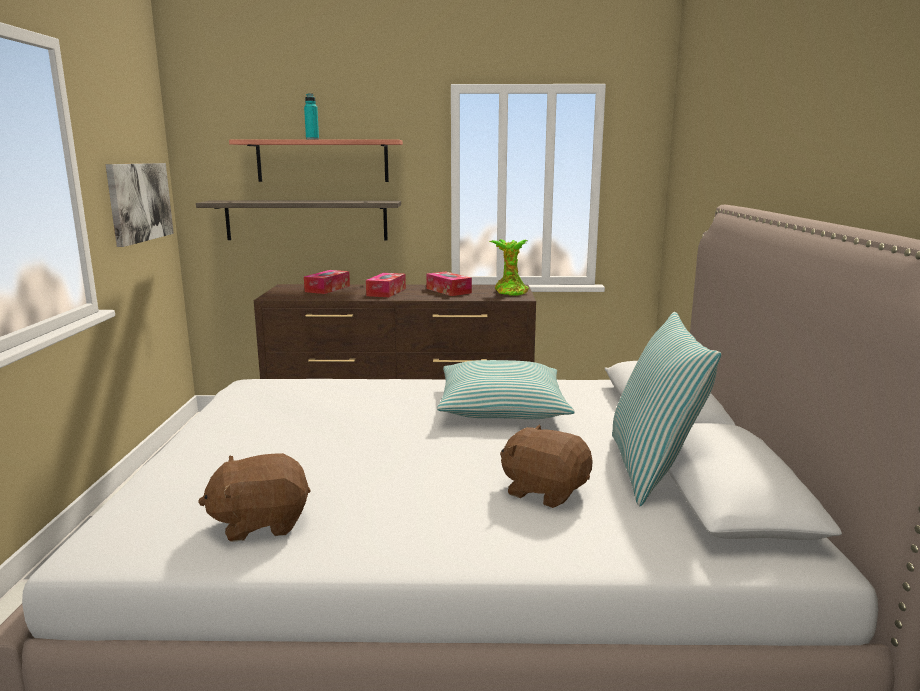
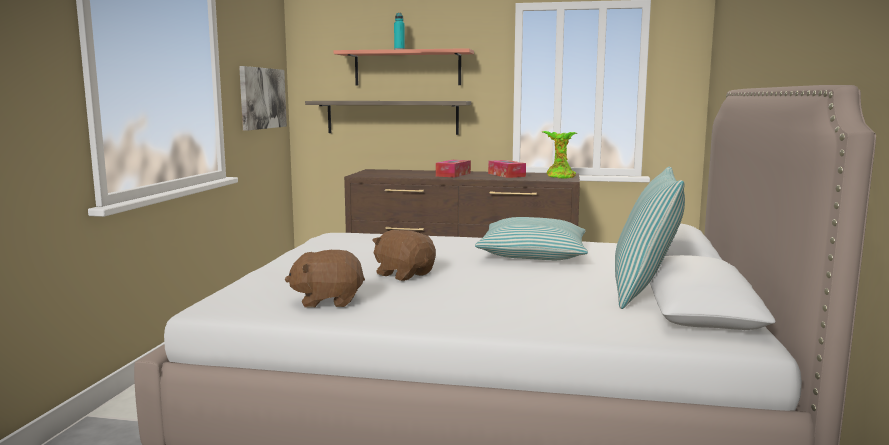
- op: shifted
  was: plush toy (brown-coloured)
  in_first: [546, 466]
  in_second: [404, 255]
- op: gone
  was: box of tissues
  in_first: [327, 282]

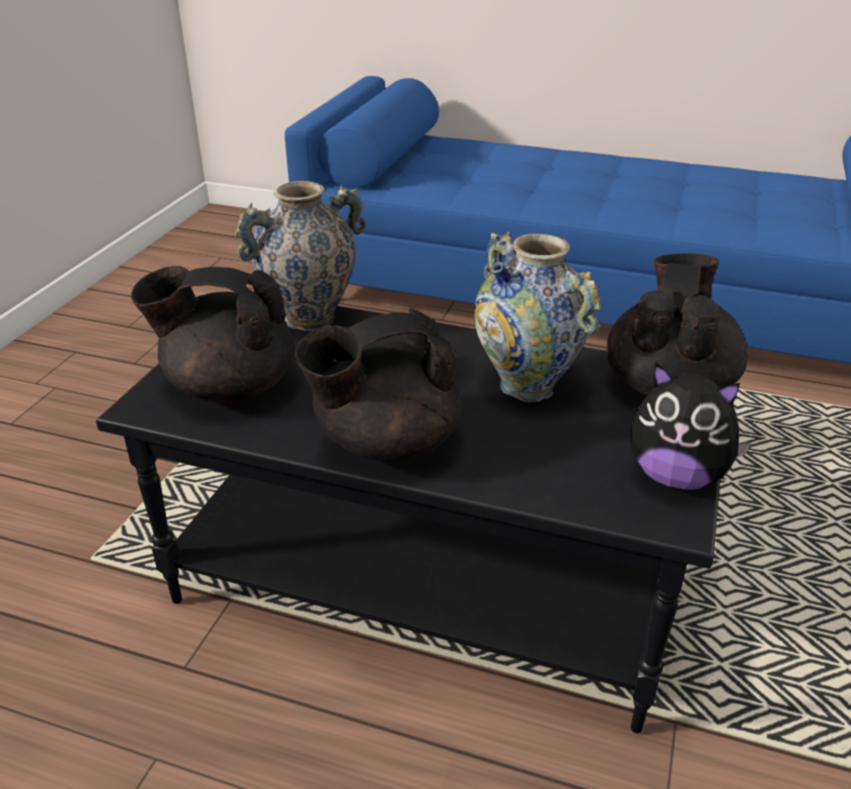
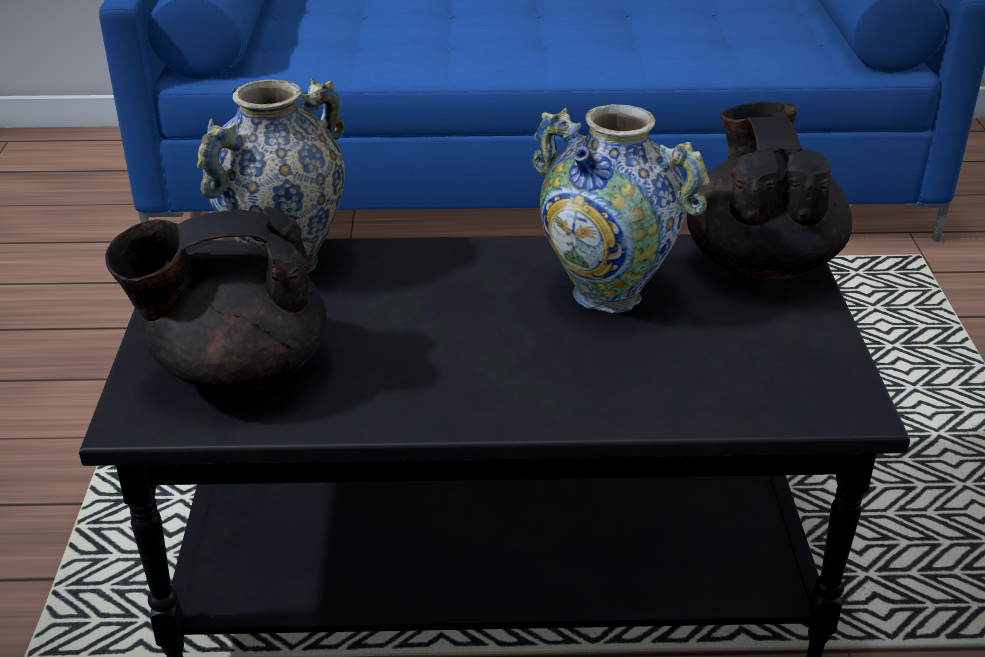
- op: gone
  was: teapot (blackish)
  in_first: [378, 385]
- op: gone
  was: plush toy
  in_first: [691, 426]

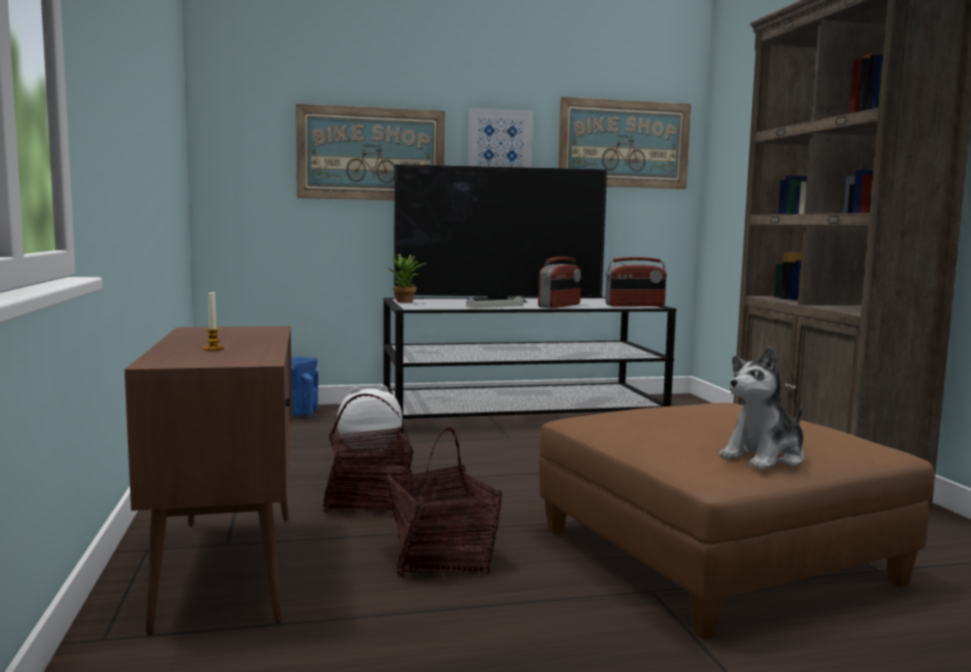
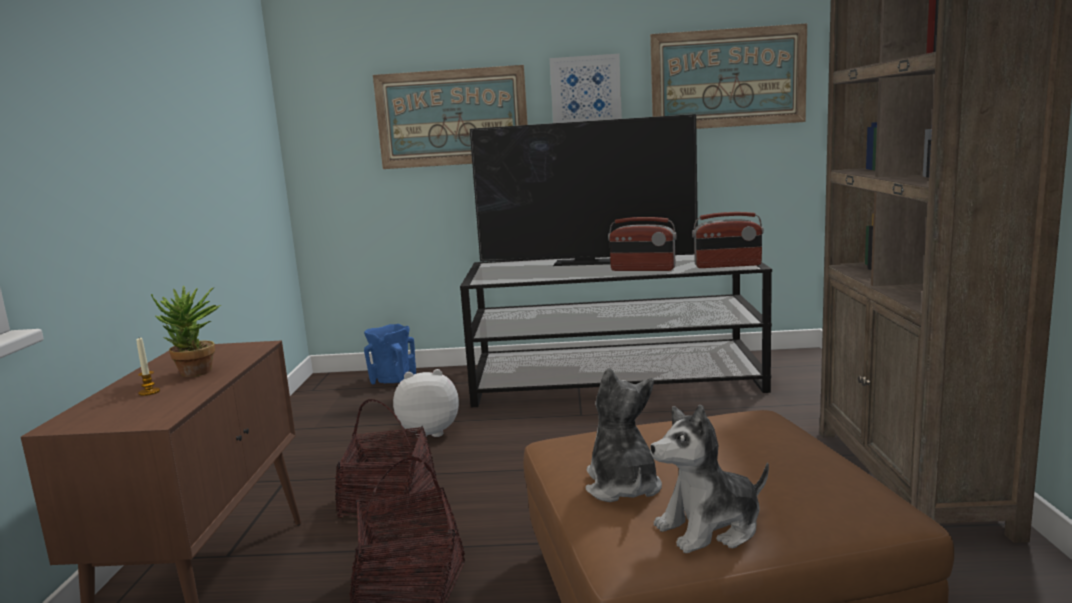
- op: shifted
  was: potted plant
  in_first: [407, 278]
  in_second: [186, 331]
- op: new
  now: plush toy
  in_second: [624, 435]
- op: rotated
  was: radio
  in_first: [559, 282]
  in_second: [642, 244]
  clockwise: 60
- op: gone
  was: carrying tray (greyish)
  in_first: [495, 302]

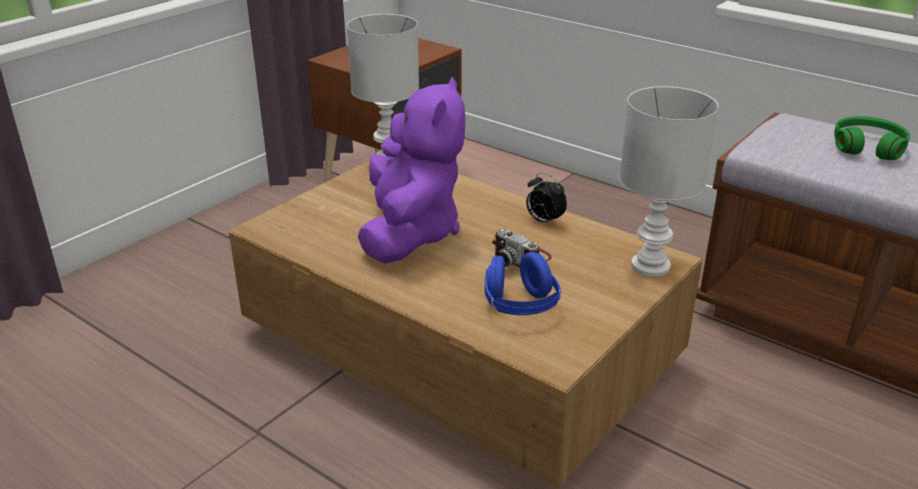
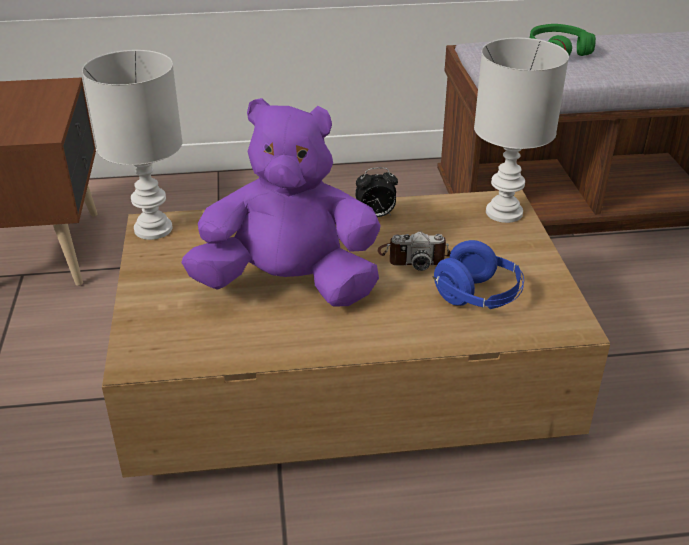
- op: rotated
  was: plush toy (purplish)
  in_first: [411, 170]
  in_second: [281, 202]
  clockwise: -45

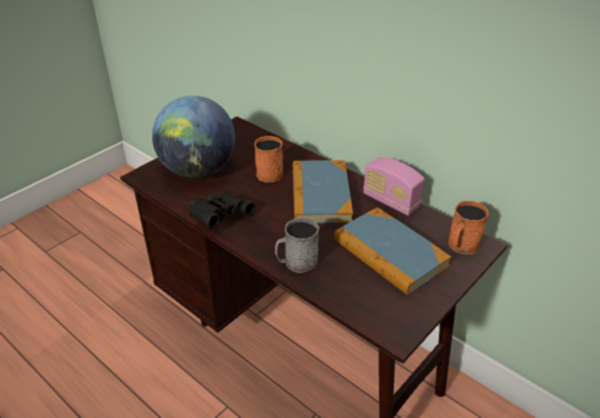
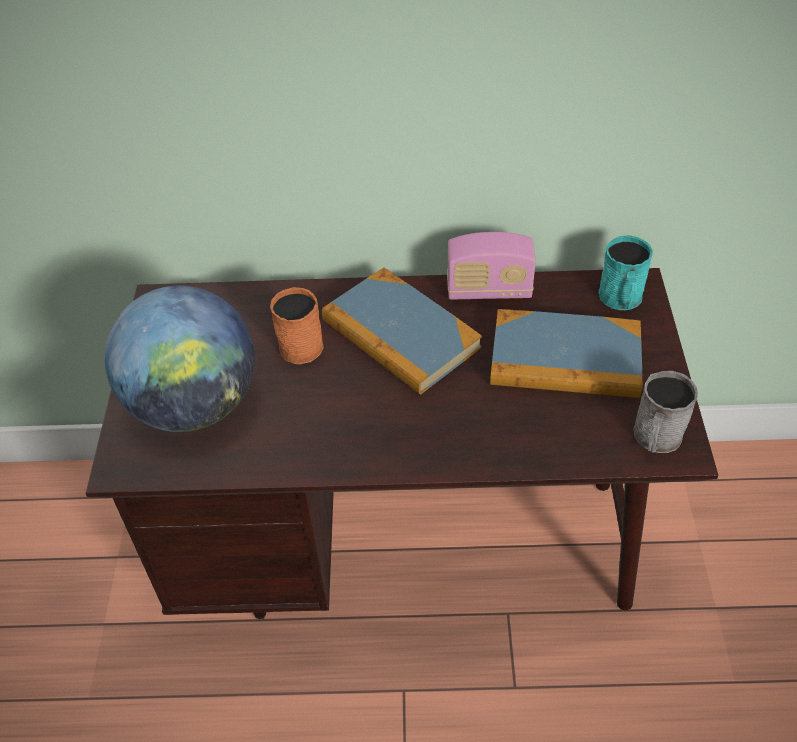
- op: repainted
  was: tea mug (orangey)
  now: tea mug (turquoise)
  in_first: [468, 227]
  in_second: [625, 272]
- op: shifted
  was: tea mug (greyish)
  in_first: [297, 245]
  in_second: [665, 412]
- op: gone
  was: pair of binoculars (blackish)
  in_first: [222, 210]

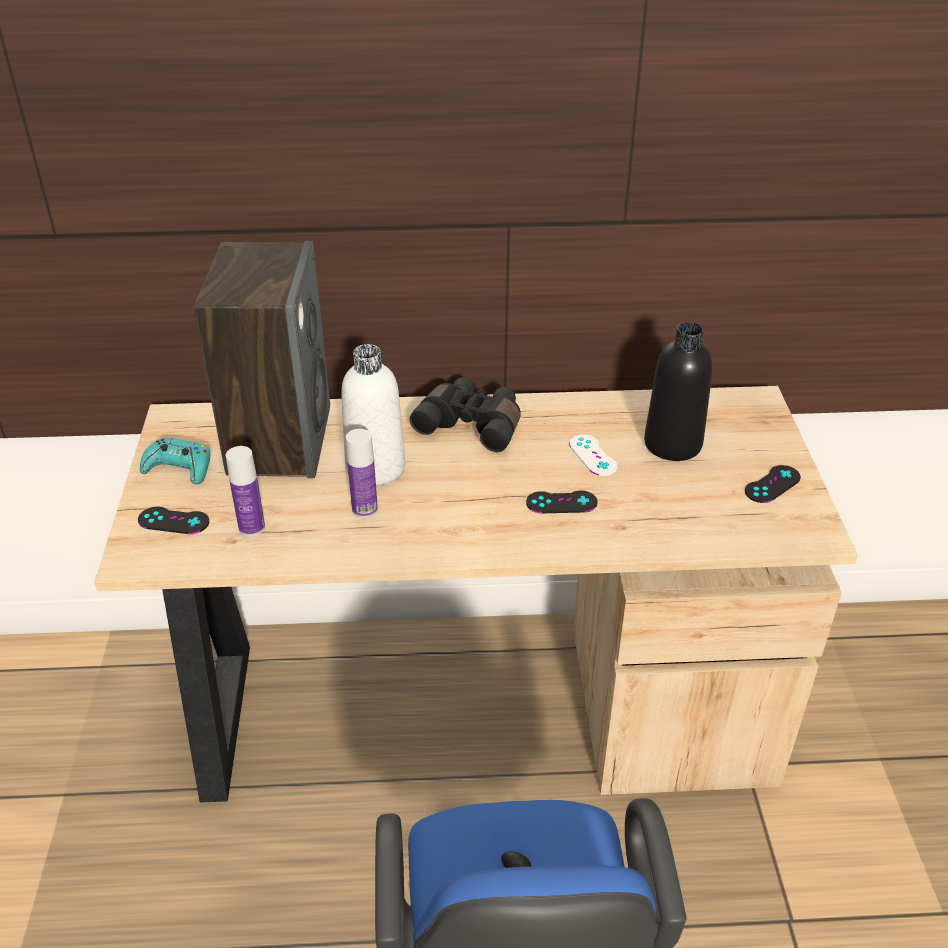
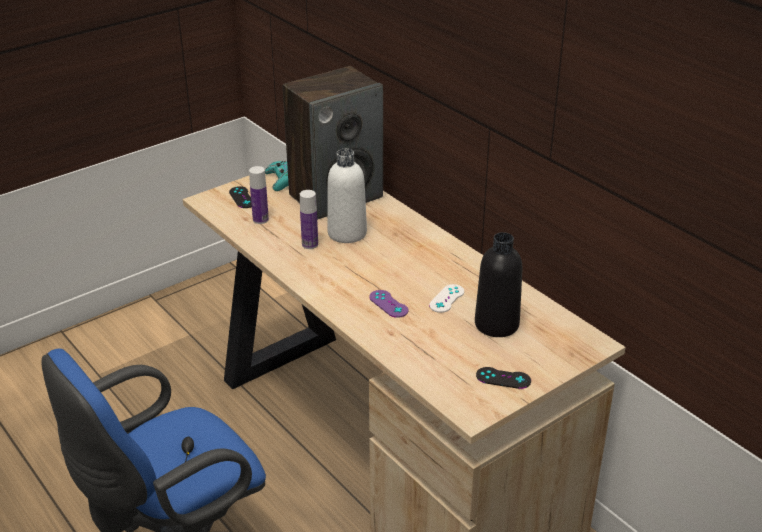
- op: repainted
  was: gamepad (blackish)
  now: gamepad (purplish)
  in_first: [561, 502]
  in_second: [388, 304]
- op: gone
  was: pair of binoculars (blackish)
  in_first: [465, 415]

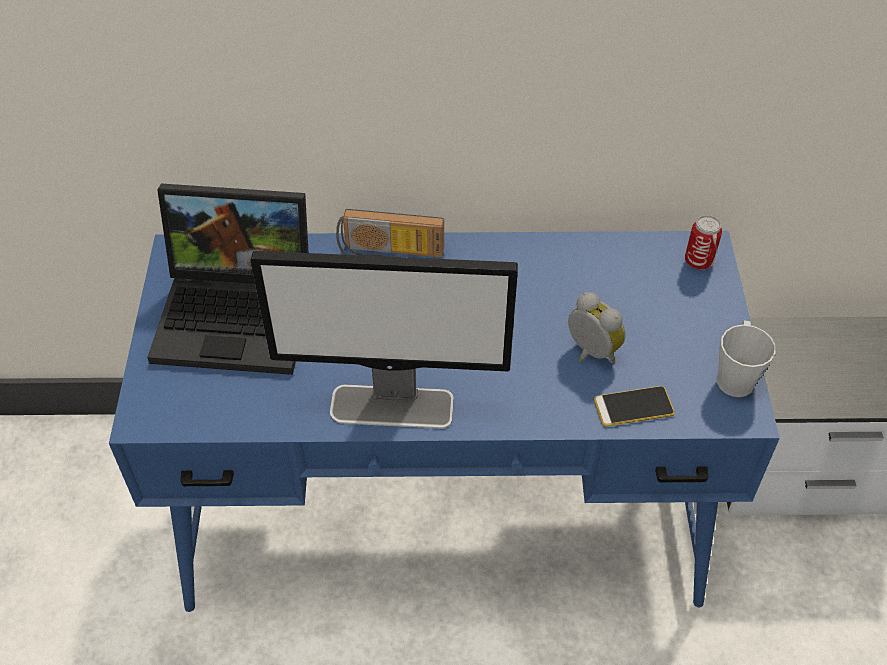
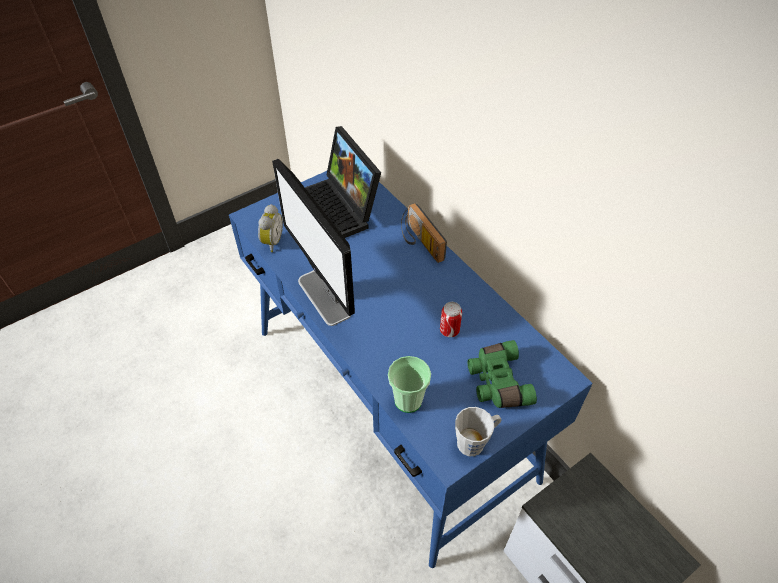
- op: shifted
  was: alarm clock
  in_first: [596, 327]
  in_second: [270, 228]
- op: swapped
  was: handset
  now: drinking cup
  in_first: [634, 406]
  in_second: [409, 384]
- op: shifted
  was: sealed can
  in_first: [703, 242]
  in_second: [451, 319]
- op: new
  now: pair of binoculars (greenish)
  in_second: [502, 374]

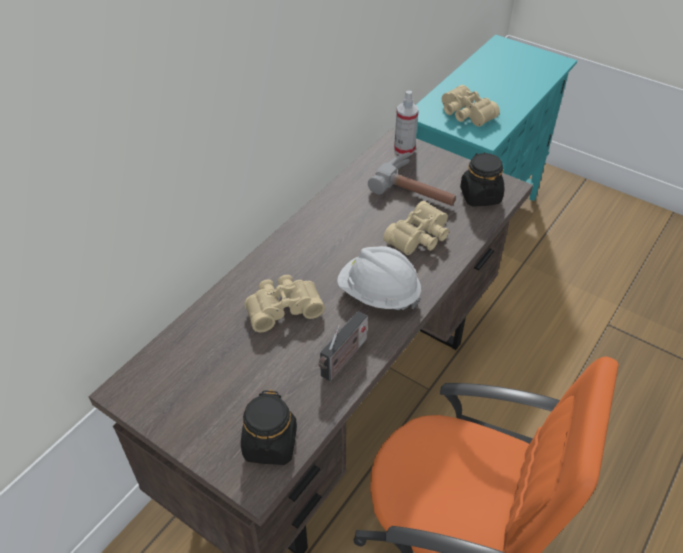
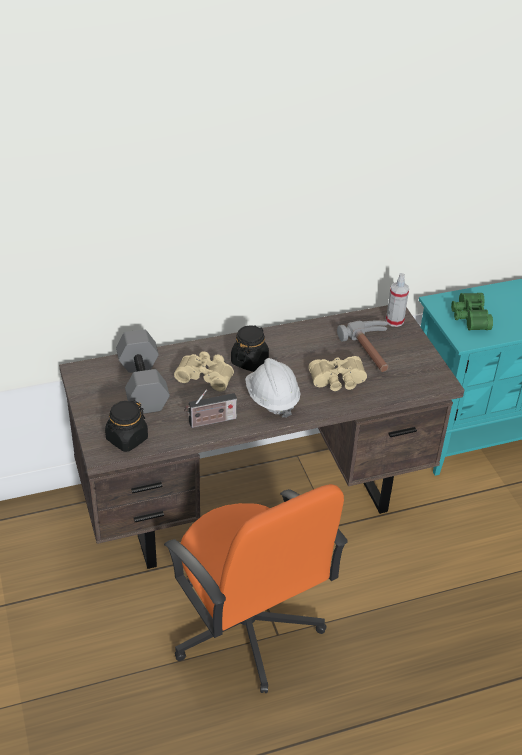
- op: new
  now: hand weight (greyish)
  in_second: [143, 371]
- op: shifted
  was: storage jar (blackish)
  in_first: [482, 179]
  in_second: [250, 348]
- op: repainted
  was: pair of binoculars (sand-coloured)
  now: pair of binoculars (greenish)
  in_first: [471, 106]
  in_second: [472, 312]

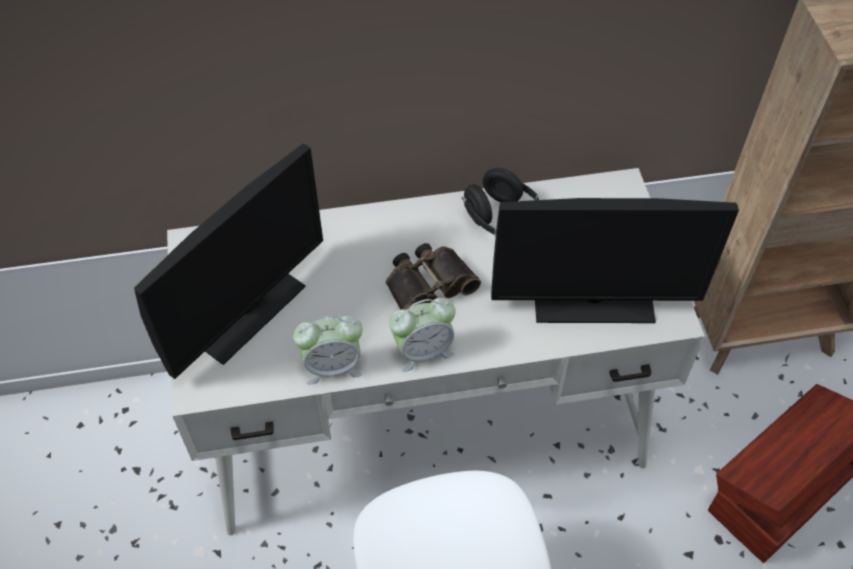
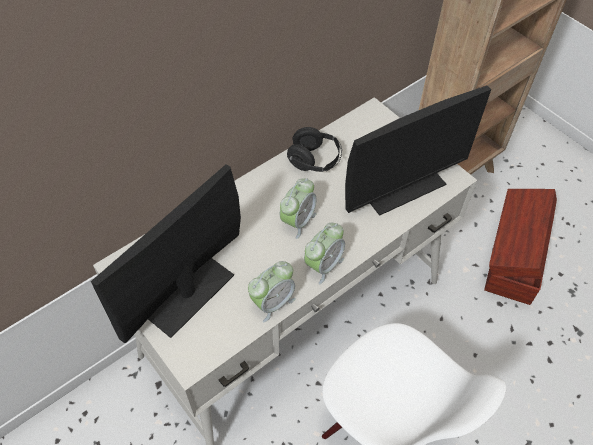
- op: rotated
  was: monitor
  in_first: [228, 261]
  in_second: [166, 253]
  clockwise: -150
- op: swapped
  was: pair of binoculars
  now: alarm clock
  in_first: [433, 276]
  in_second: [298, 208]

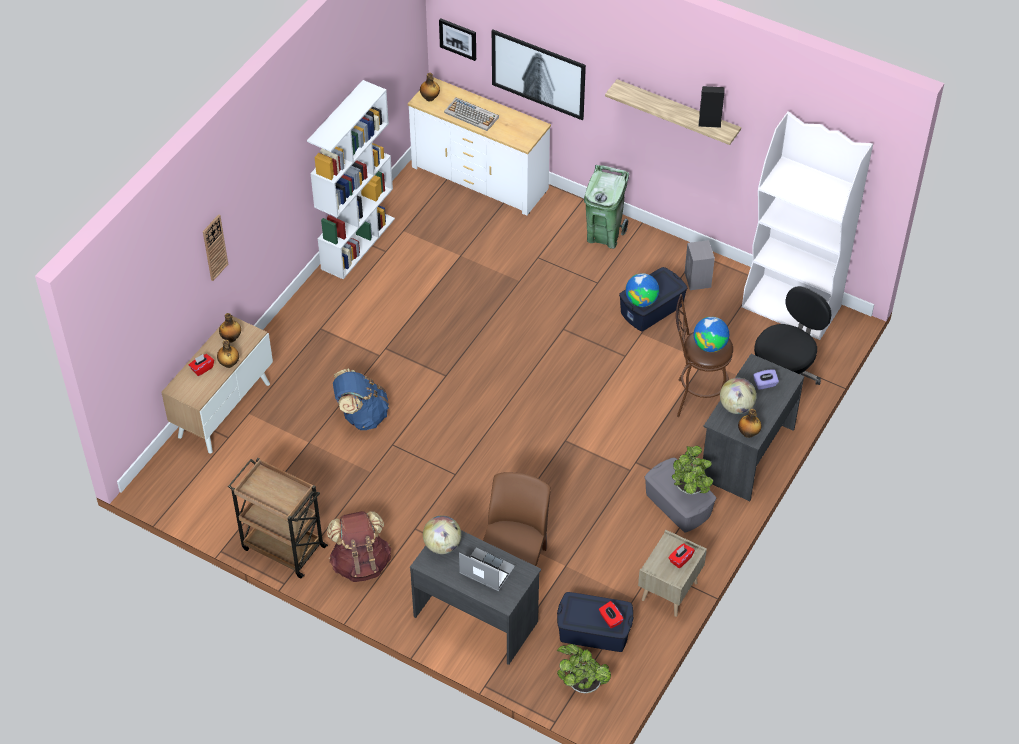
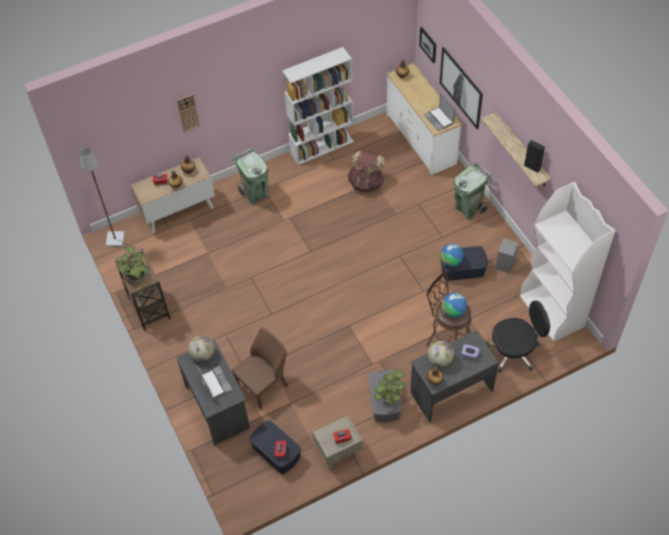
- op: new
  now: standard lamp (greyish)
  in_second: [102, 197]
- op: shifted
  was: potted plant
  in_first: [584, 668]
  in_second: [133, 264]
- op: new
  now: waste bin (greenish)
  in_second: [250, 176]
- op: shifted
  was: backpack (brown-coloured)
  in_first: [359, 546]
  in_second: [366, 172]
- op: new
  now: portable computer
  in_second: [440, 112]
- op: gone
  was: backpack (bluish)
  in_first: [361, 399]
- op: gone
  was: keyboard
  in_first: [471, 114]

